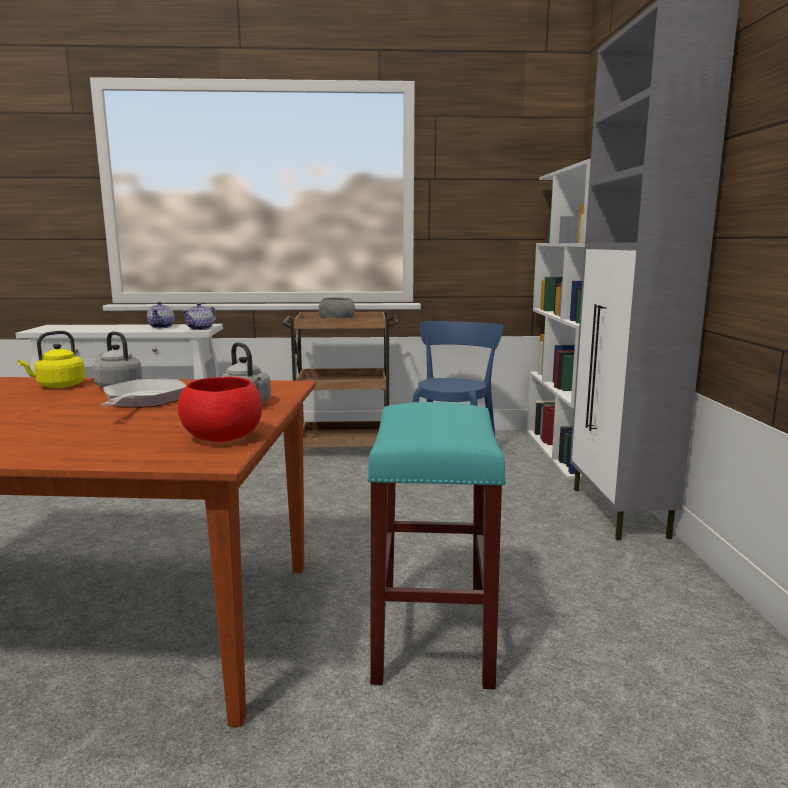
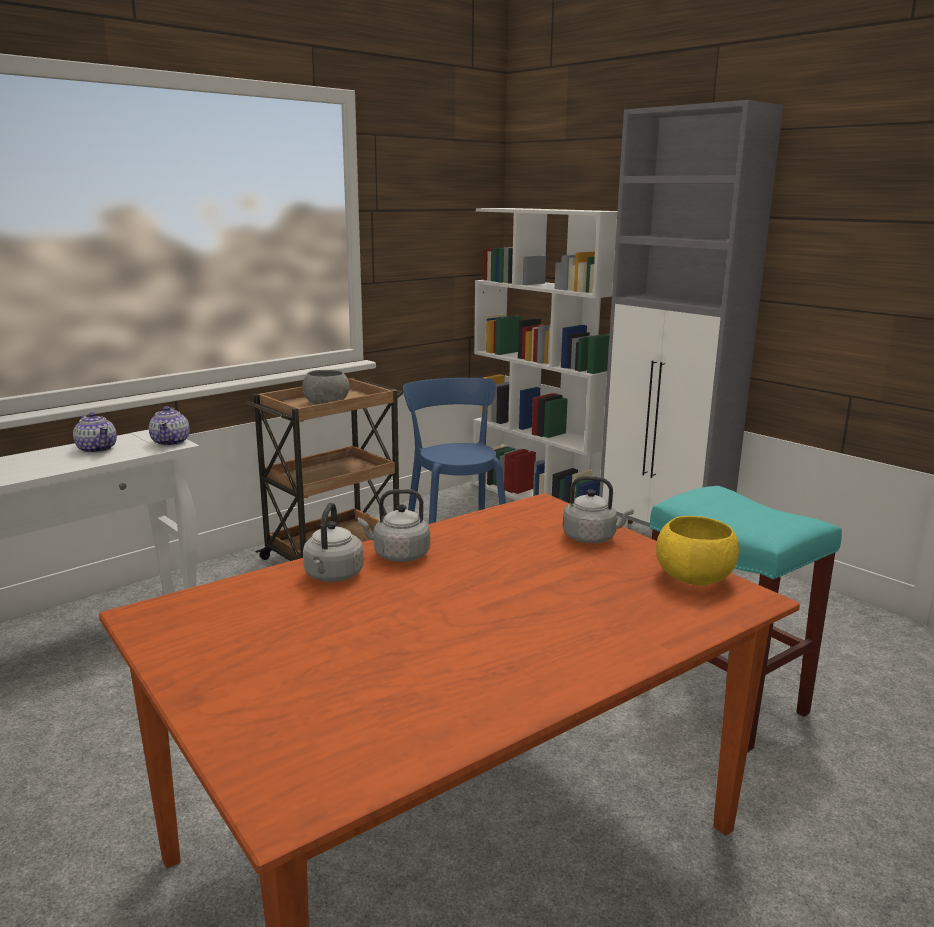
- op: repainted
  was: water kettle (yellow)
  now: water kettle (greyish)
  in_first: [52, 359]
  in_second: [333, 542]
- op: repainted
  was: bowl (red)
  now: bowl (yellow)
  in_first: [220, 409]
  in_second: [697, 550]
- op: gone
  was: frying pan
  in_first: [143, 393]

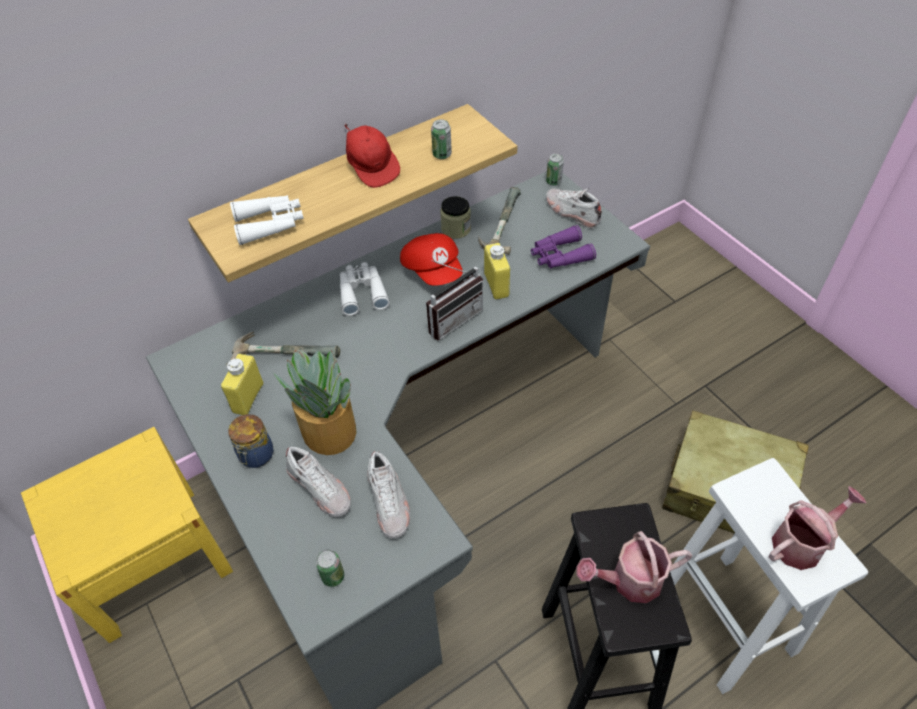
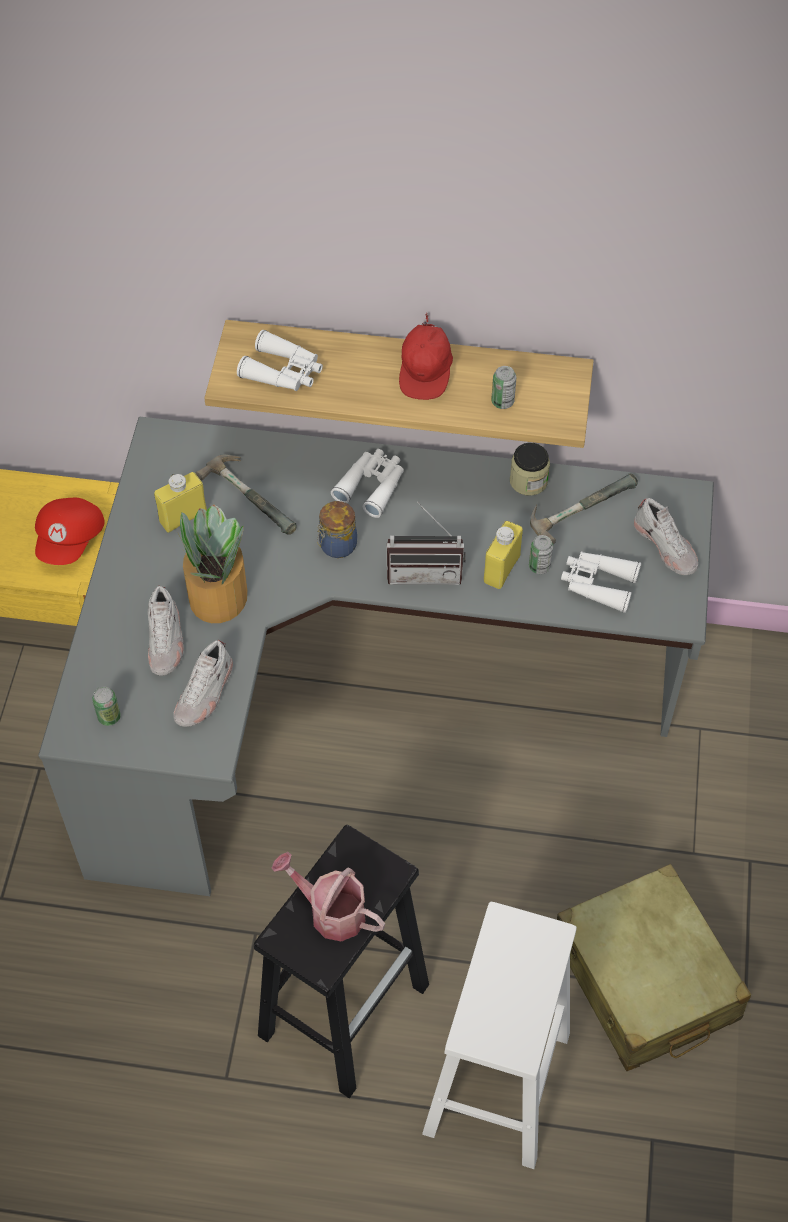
- op: shifted
  was: cap (red)
  in_first: [431, 259]
  in_second: [70, 531]
- op: shifted
  was: storage jar
  in_first: [251, 441]
  in_second: [337, 529]
- op: shifted
  was: sealed can
  in_first: [555, 170]
  in_second: [541, 554]
- op: repainted
  was: pair of binoculars (purplish)
  now: pair of binoculars (whitish)
  in_first: [563, 247]
  in_second: [601, 582]
- op: rotated
  was: item of footwear (whitish)
  in_first: [574, 208]
  in_second: [666, 536]
  clockwise: 150
- op: gone
  was: watering pot
  in_first: [817, 528]

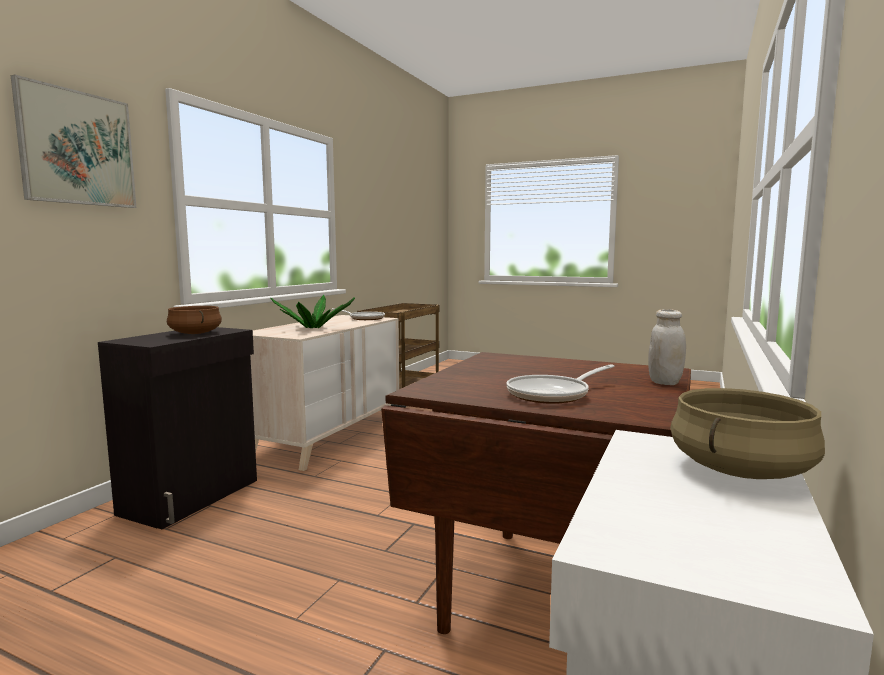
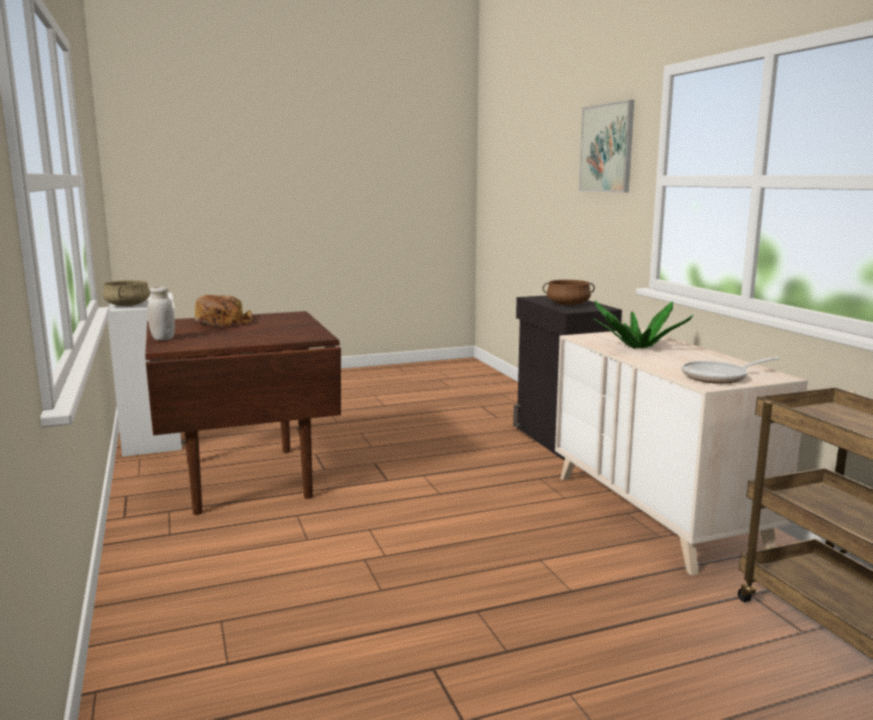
- op: swapped
  was: frying pan
  now: bread
  in_first: [560, 384]
  in_second: [224, 310]

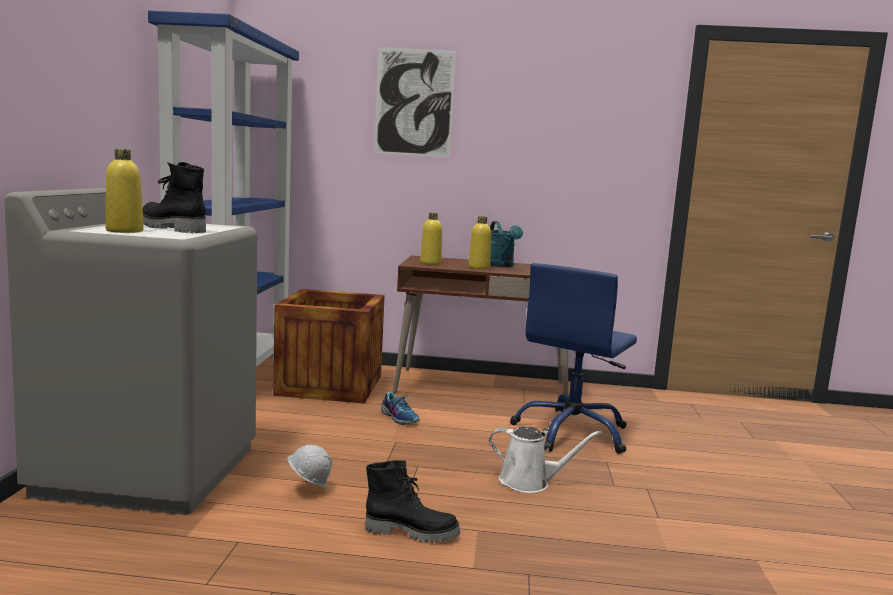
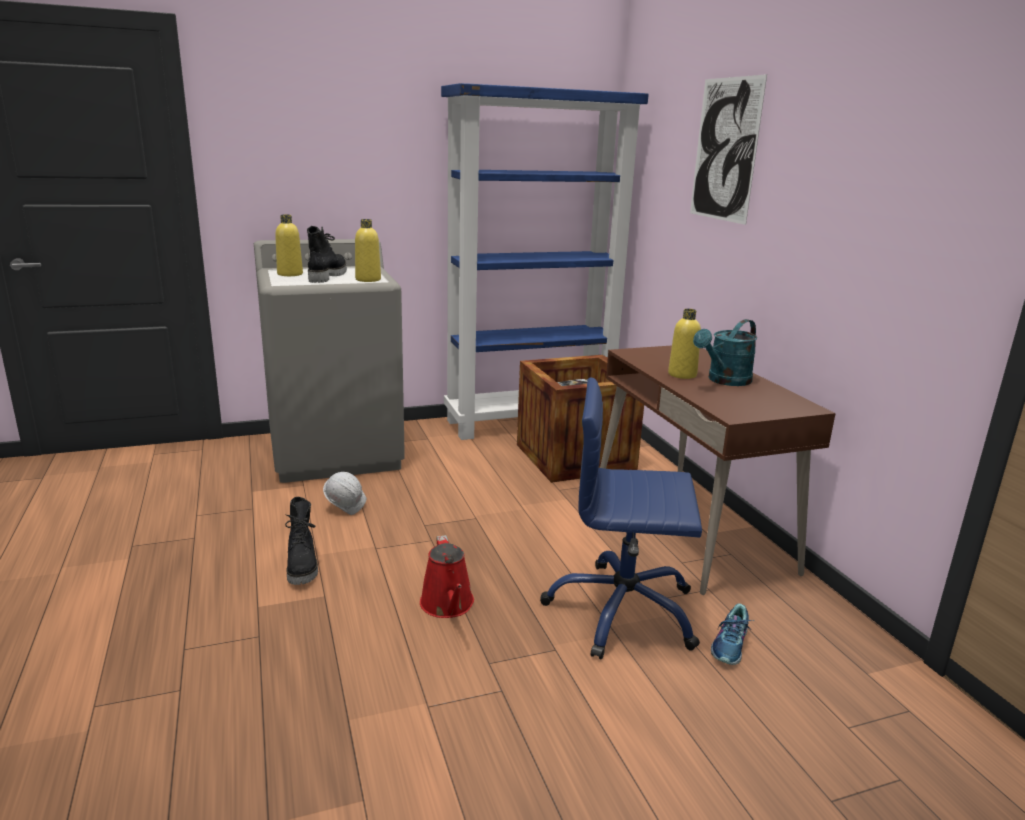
- op: shifted
  was: beverage bottle (yellow)
  in_first: [431, 239]
  in_second: [368, 250]
- op: repainted
  was: watering pot (whitish)
  now: watering pot (red)
  in_first: [545, 459]
  in_second: [447, 576]
- op: shifted
  was: item of footwear
  in_first: [400, 408]
  in_second: [732, 634]

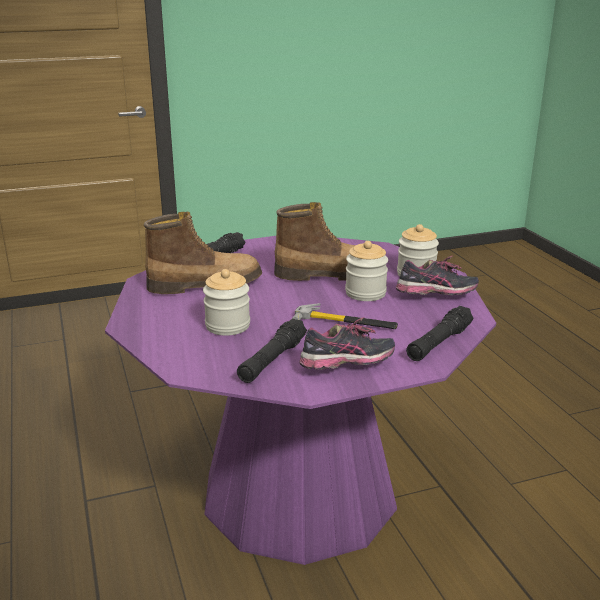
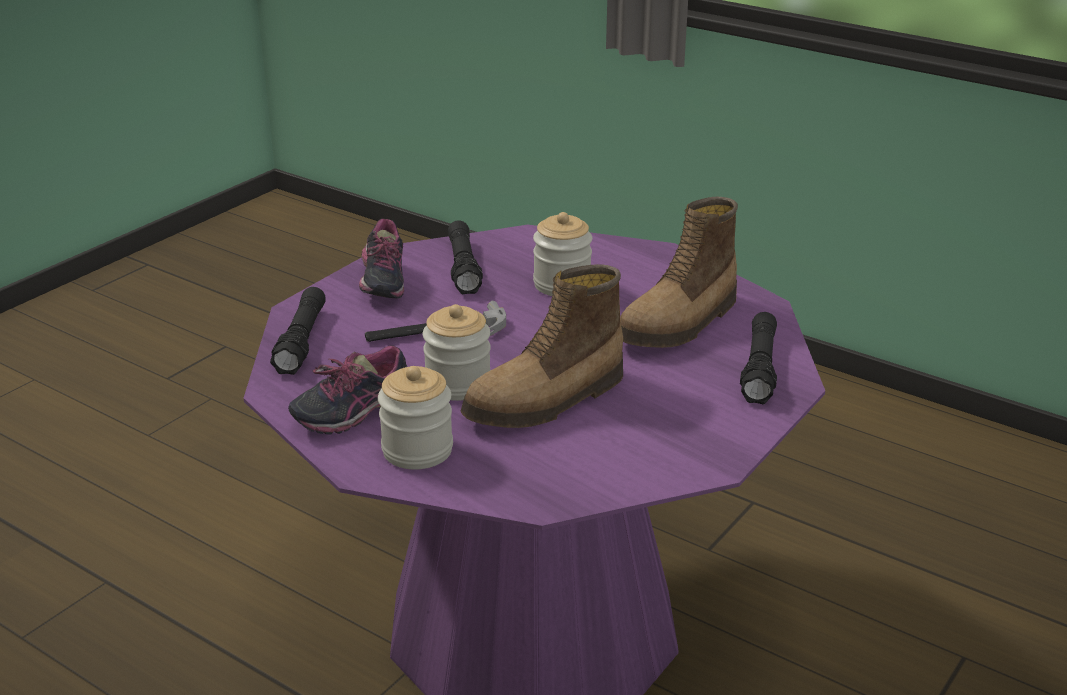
- op: rotated
  was: item of footwear
  in_first: [347, 343]
  in_second: [381, 259]
  clockwise: -45

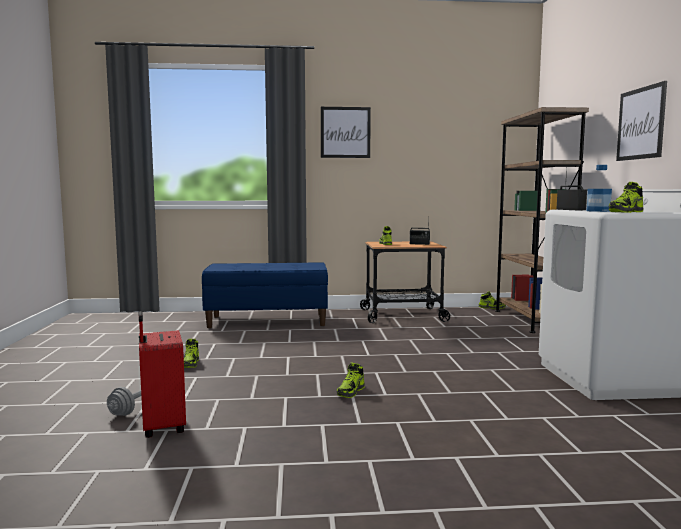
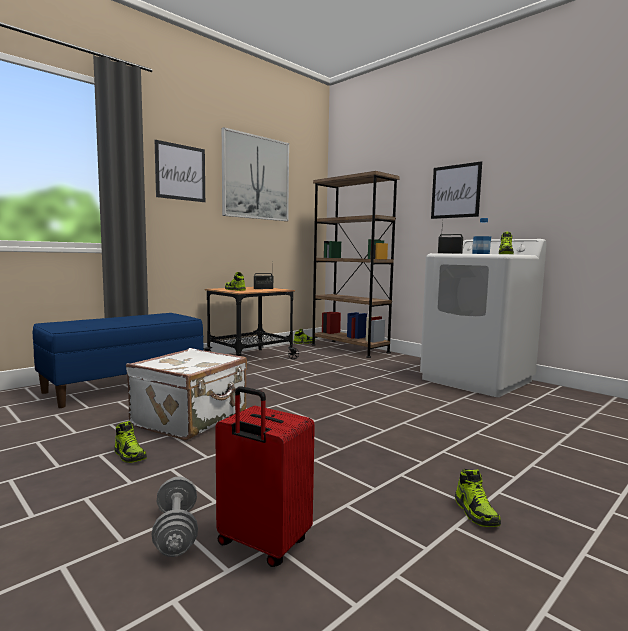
- op: new
  now: travel case (whitish)
  in_second: [186, 394]
- op: new
  now: wall picture
  in_second: [255, 174]
- op: shifted
  was: item of footwear
  in_first: [351, 380]
  in_second: [478, 498]

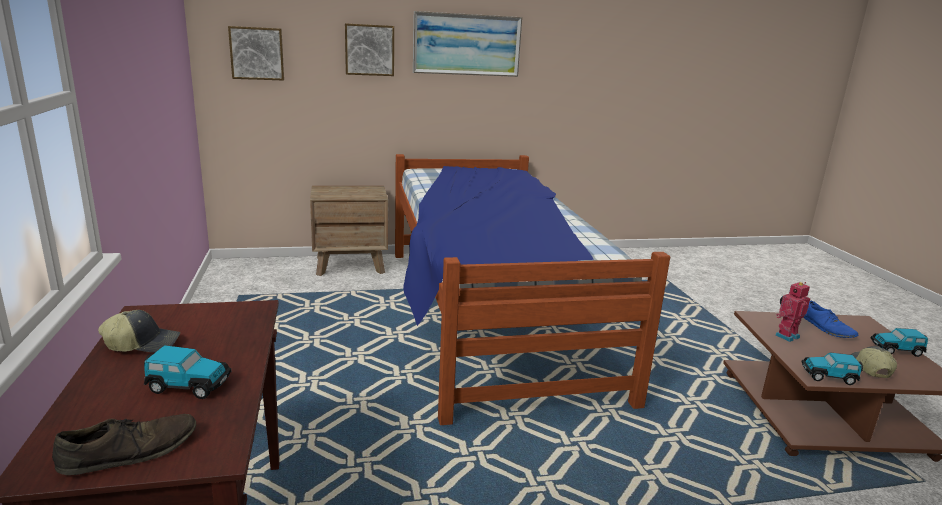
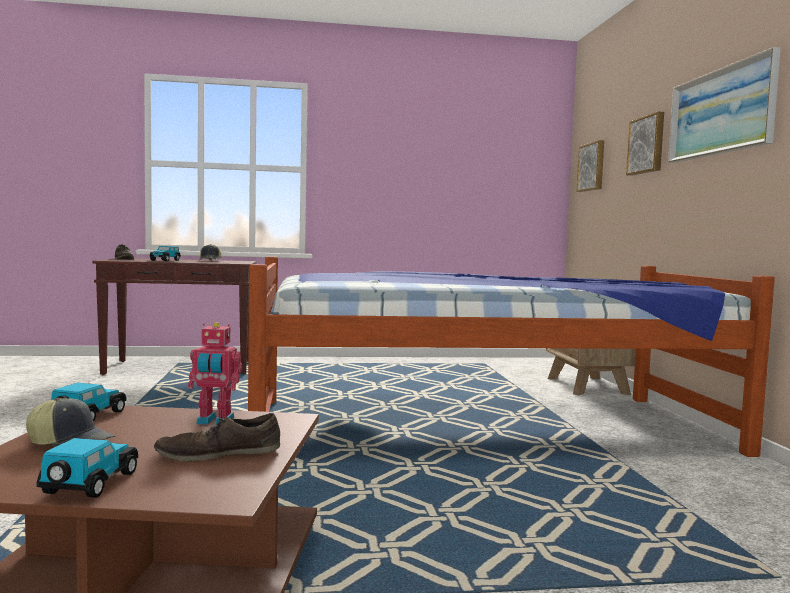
- op: repainted
  was: item of footwear (bluish)
  now: item of footwear (brown-coloured)
  in_first: [830, 319]
  in_second: [217, 437]
- op: rotated
  was: model robot
  in_first: [792, 312]
  in_second: [215, 373]
  clockwise: 120

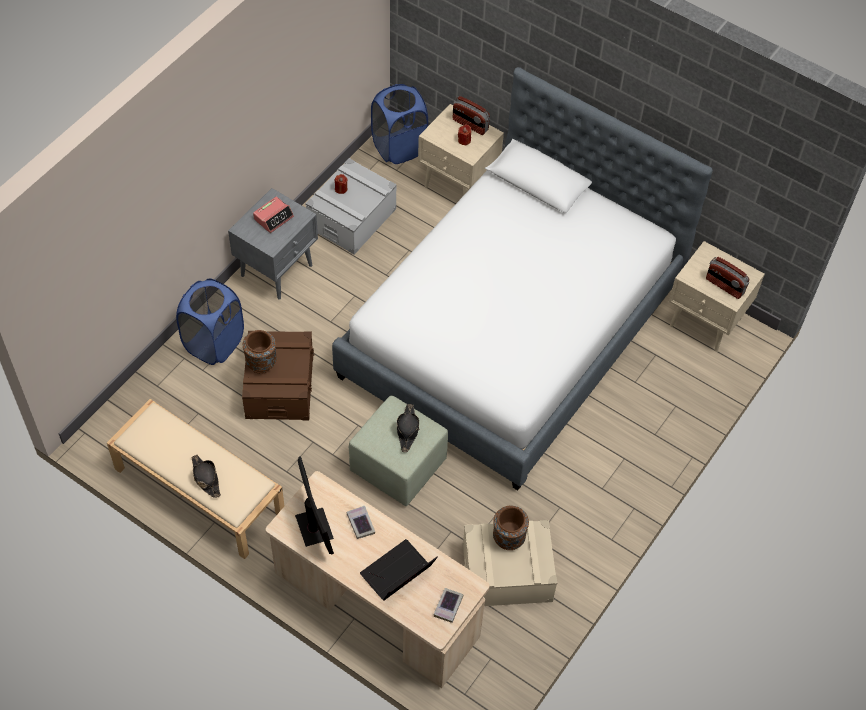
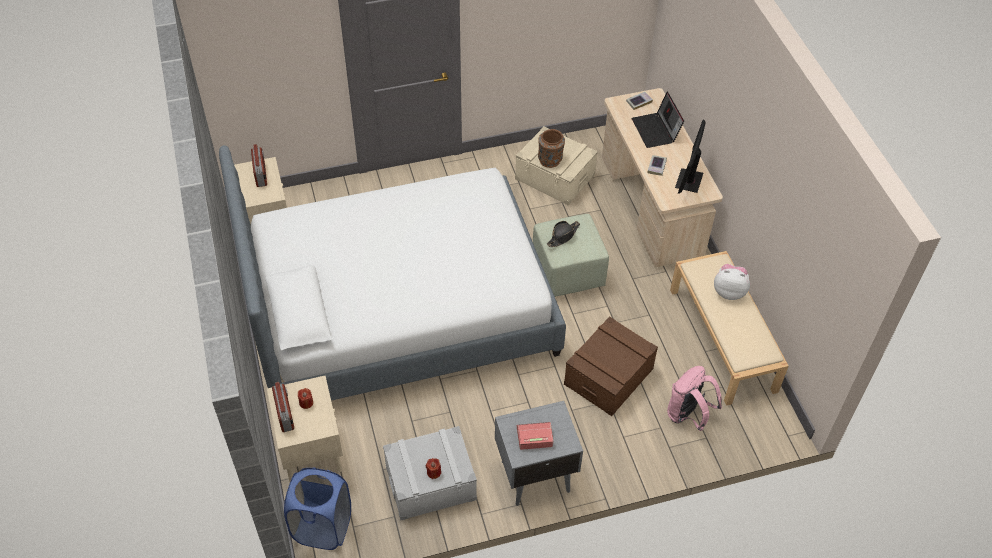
- op: rotated
  was: portable computer
  in_first: [399, 569]
  in_second: [657, 120]
  clockwise: 75
- op: new
  now: backpack (pink)
  in_second: [694, 398]
- op: swapped
  was: clothing hat (blackish)
  now: plush toy
  in_first: [206, 476]
  in_second: [732, 282]
- op: gone
  was: hamper (bluish)
  in_first: [210, 321]
- op: gone
  was: flower vase (brown-coloured)
  in_first: [259, 351]

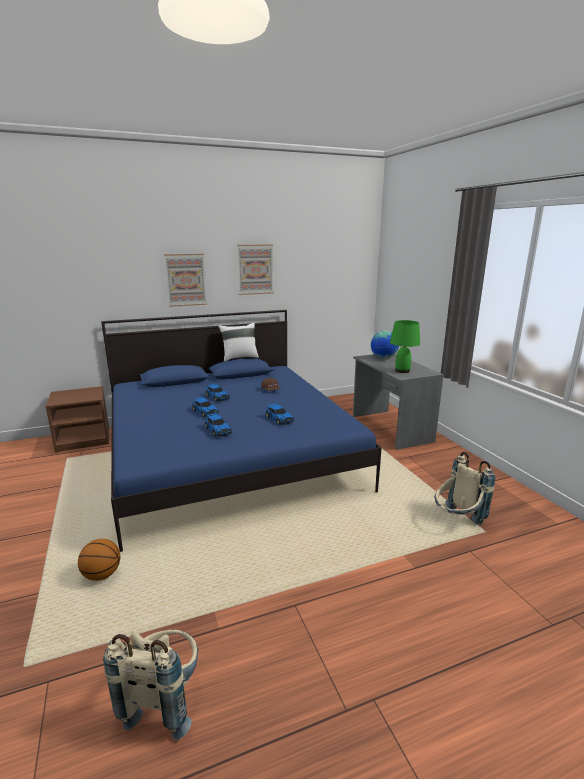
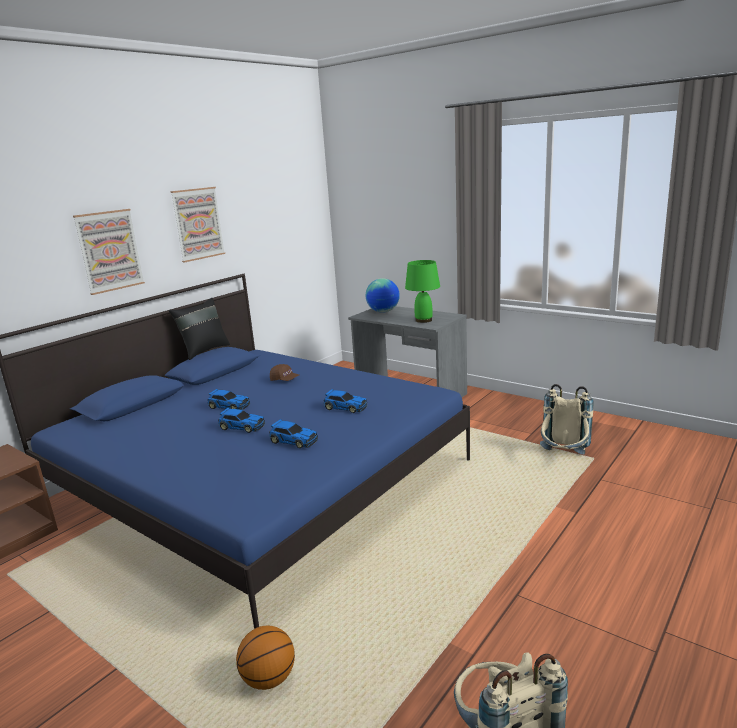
- op: repainted
  was: cushion (whitish)
  now: cushion (blackish)
  in_first: [239, 342]
  in_second: [199, 329]

